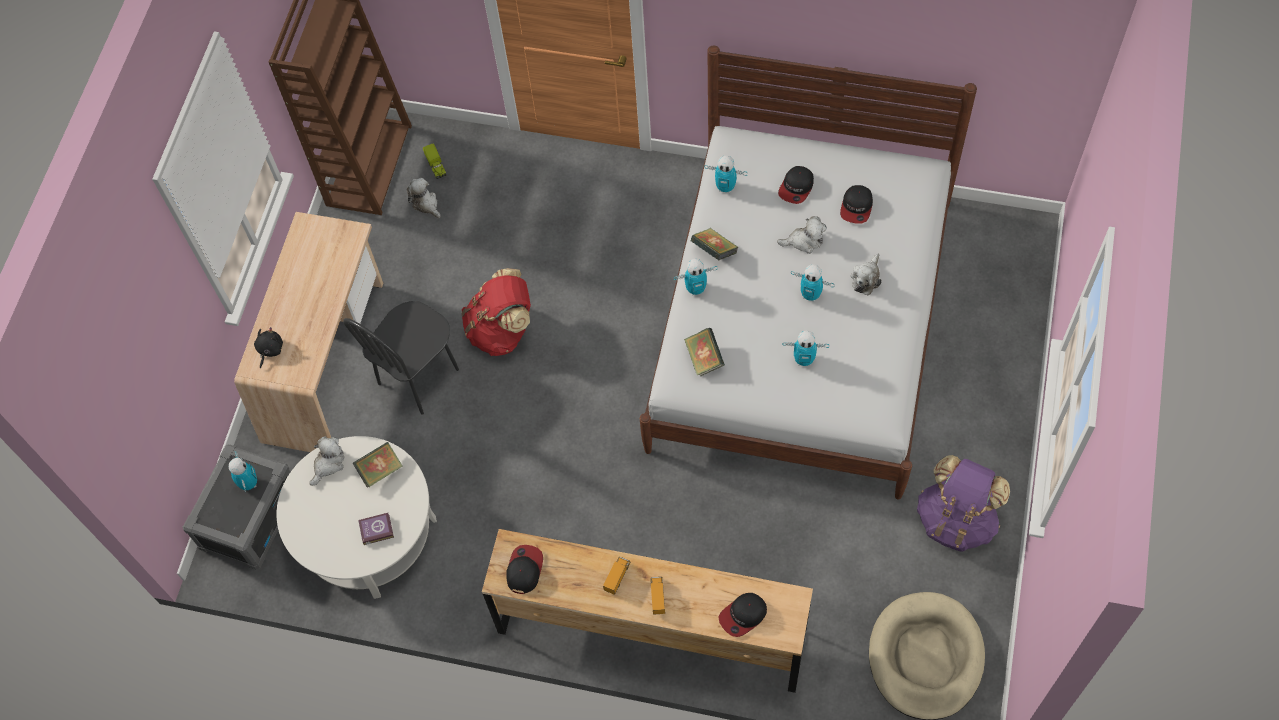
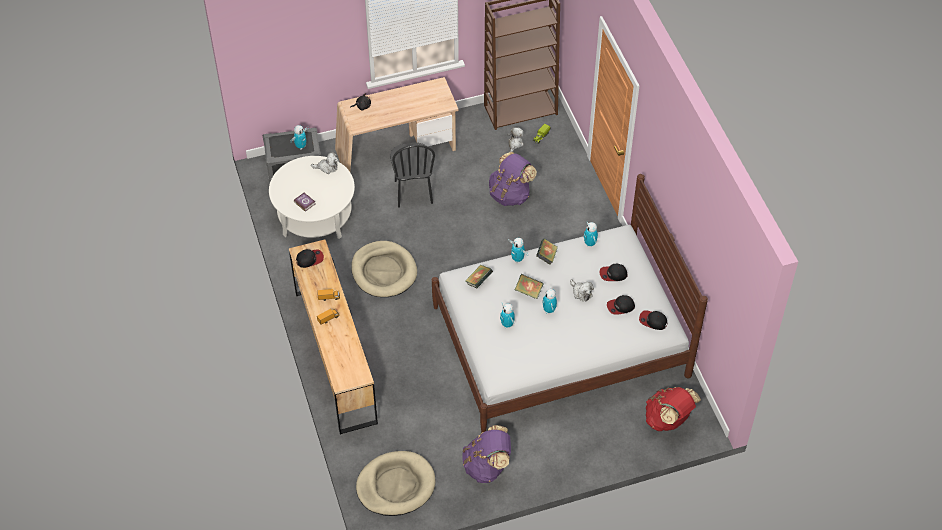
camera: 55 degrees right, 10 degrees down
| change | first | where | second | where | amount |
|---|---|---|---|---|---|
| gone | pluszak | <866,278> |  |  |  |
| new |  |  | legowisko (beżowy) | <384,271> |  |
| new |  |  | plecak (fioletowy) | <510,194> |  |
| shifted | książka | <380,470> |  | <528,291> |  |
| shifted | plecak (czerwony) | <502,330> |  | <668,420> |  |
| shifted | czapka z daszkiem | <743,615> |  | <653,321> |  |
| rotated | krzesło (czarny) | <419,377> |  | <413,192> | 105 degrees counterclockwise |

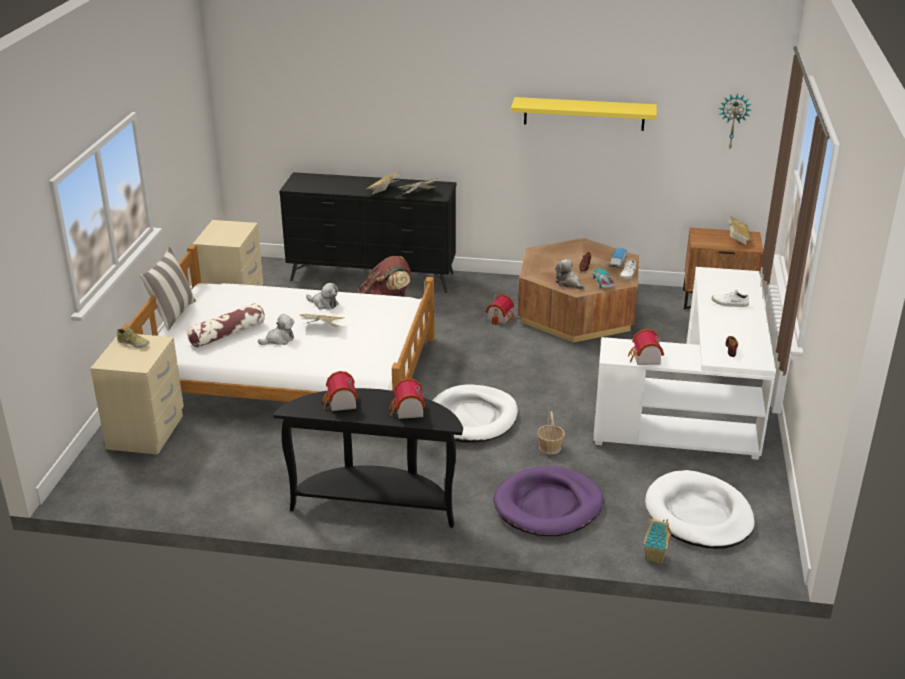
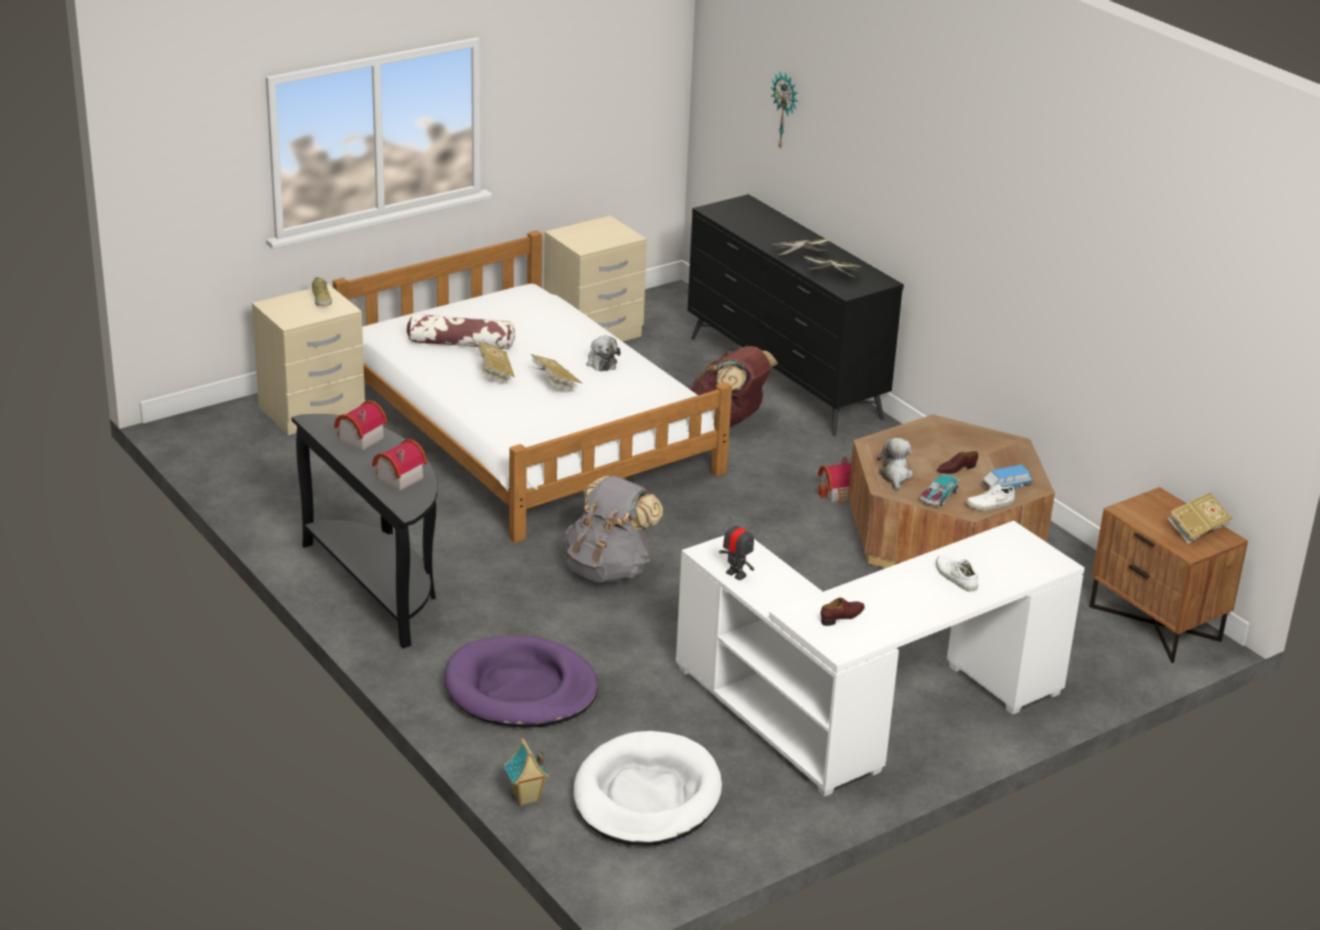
camera: 45 degrees right, 0 degrees up
| change | first | where | second | where | amount |
|---|---|---|---|---|---|
| gone | poduszka | <172,314> |  |  |  |
| gone | półka (żółty) | <584,114> |  |  |  |
| gone | koszyk | <549,447> |  |  |  |
| shifted | zegar ścienny | <733,121> |  | <785,110> |  |
| swapped | pluszak | <279,339> | książka | <494,374> |  |
| swapped | legowisko (biały) | <472,418> | plecak (szary) | <609,570> |  |
| swapped | domek | <645,359> | robot zabawkowy | <736,574> |  |

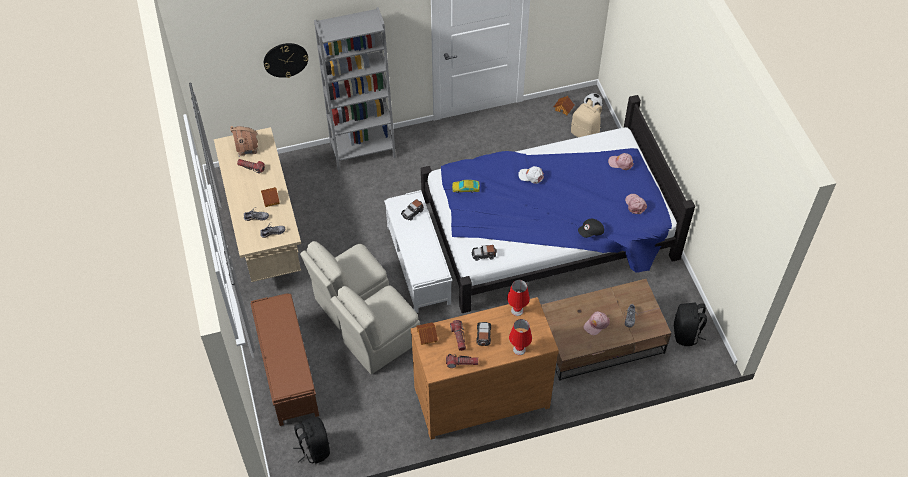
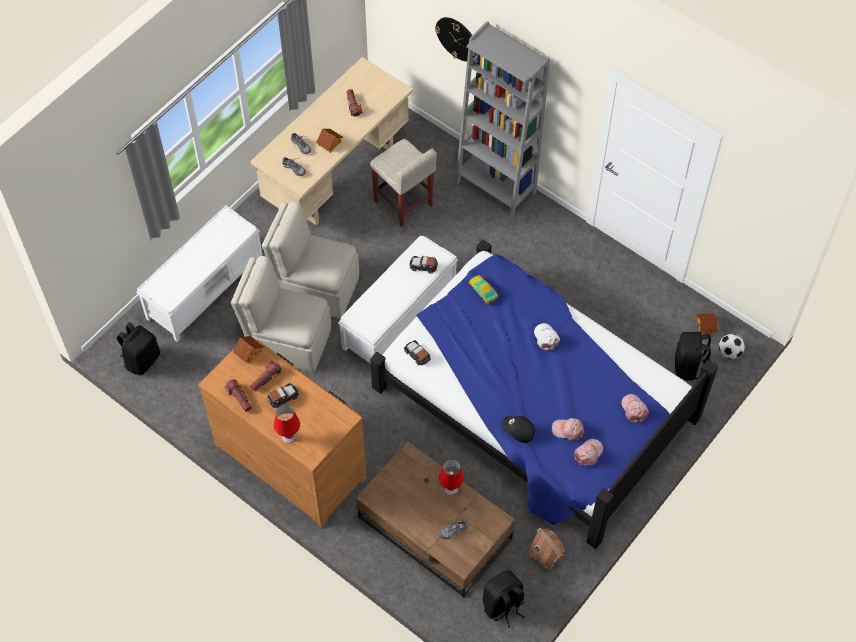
camera: 55 degrees right, 5 degrees up
| change | first | where | second | where | amount |
|---|---|---|---|---|---|
| new |  |  | stołek (beżowy) | <403,204> |  |
| shifted | domek | <247,148> |  | <546,554> |  |
| shifted | lampa stołowa (czerwony) | <517,310> |  | <451,488> |  |
| shifted | czapka z daszkiem (różowy) | <596,324> |  | <568,430> |  |
| repainted | ławka (brązowy) | <287,370> | ławka (biały) | <206,287> |  |
| repainted | plecak (beżowy) | <585,134> | plecak (czarny) | <689,366> |  |

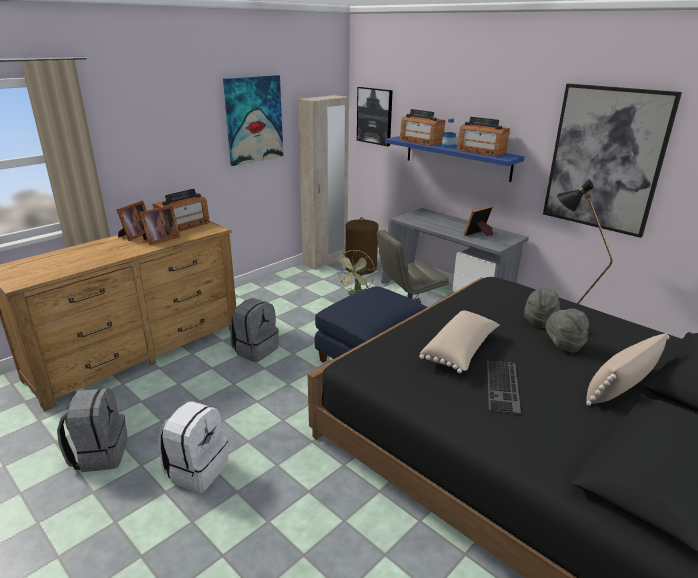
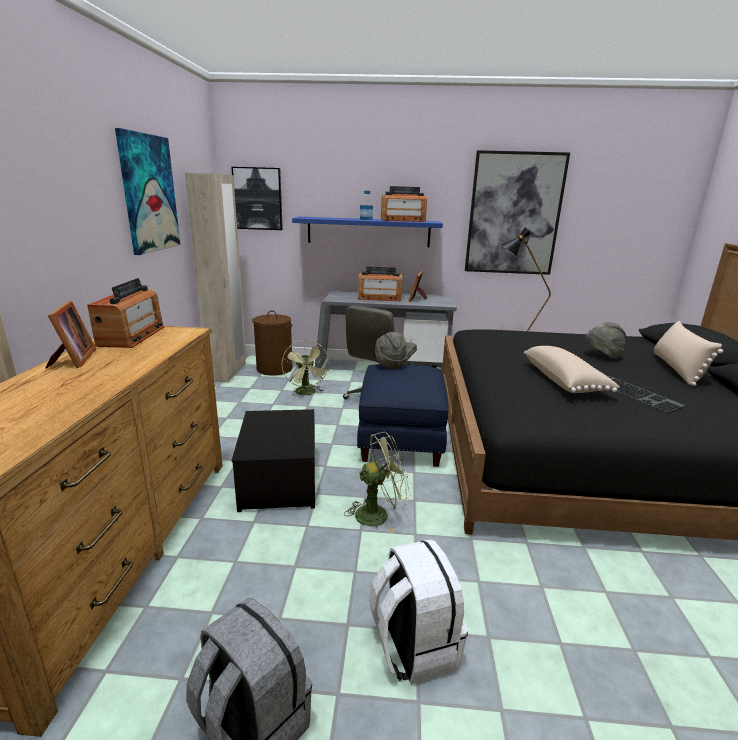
camera: 40 degrees left, 5 degrees down
| change | first | where | second | where | amount |
|---|---|---|---|---|---|
| gone | ramka na zdjęcie | <160,239> |  |  |  |
| new |  |  | wentylator (zielony) | <378,513> |  |
| shifted | radio | <420,141> |  | <379,298> |  |
| shifted | kapelusz (szary) | <539,321> |  | <389,364> |  |
| swapped | plecak (szary) | <255,349> | pojemnik do przechowywania | <278,479> |  |

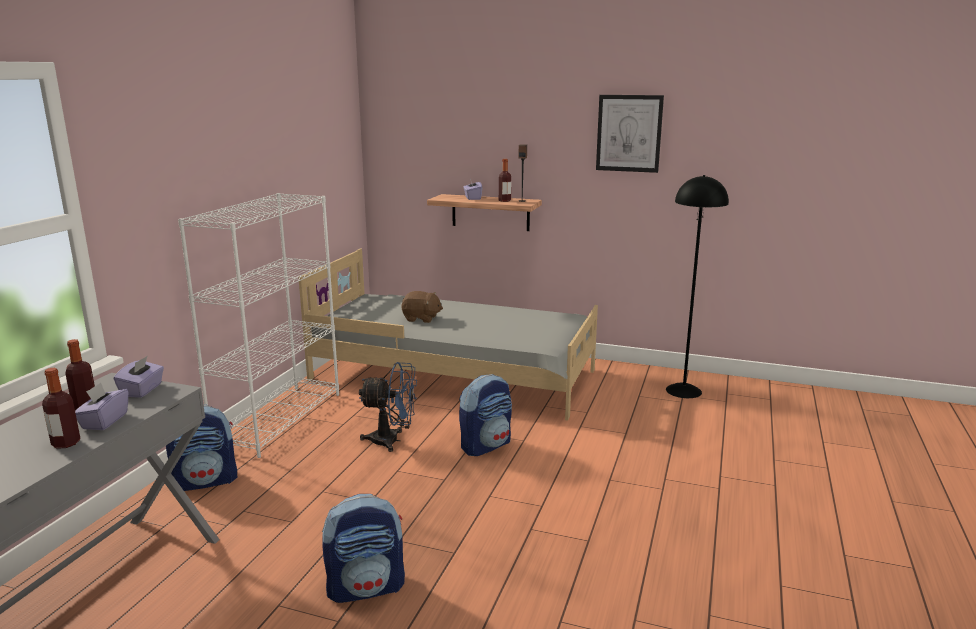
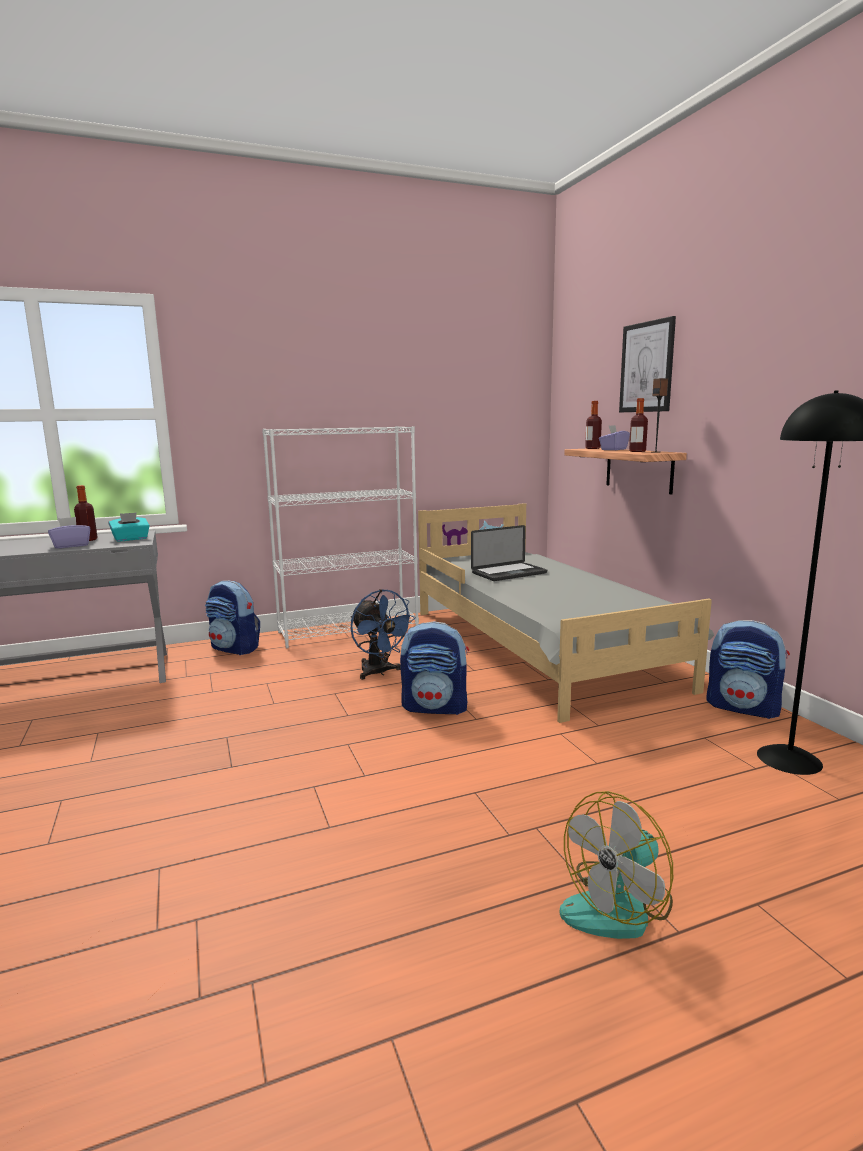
camera: 50 degrees right, 5 degrees down
| change | first | where | second | where | amount |
|---|---|---|---|---|---|
| new |  |  | wentylator | <618,907> |  |
| shifted | butelka | <66,443> |  | <592,448> |  |
| shifted | plecak | <366,587> |  | <743,708> |  |
| shifted | obraz | <629,133> |  | <647,367> |  |
| swapped | pluszak (brązowy) | <421,319> | laptop | <509,573> |  |
| repainted | pudełko chusteczek (fioletowy) | <142,390> | pudełko chusteczek (turkusowy) | <131,539> |  |

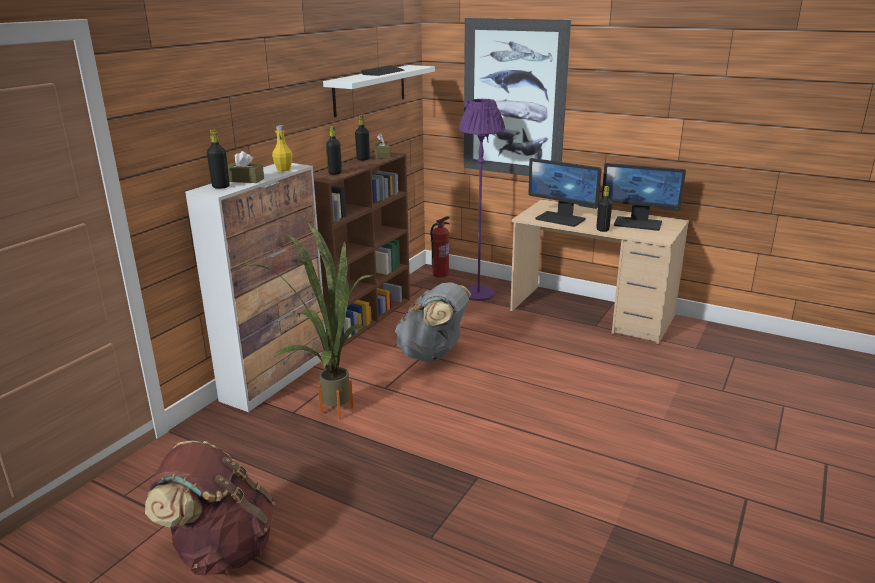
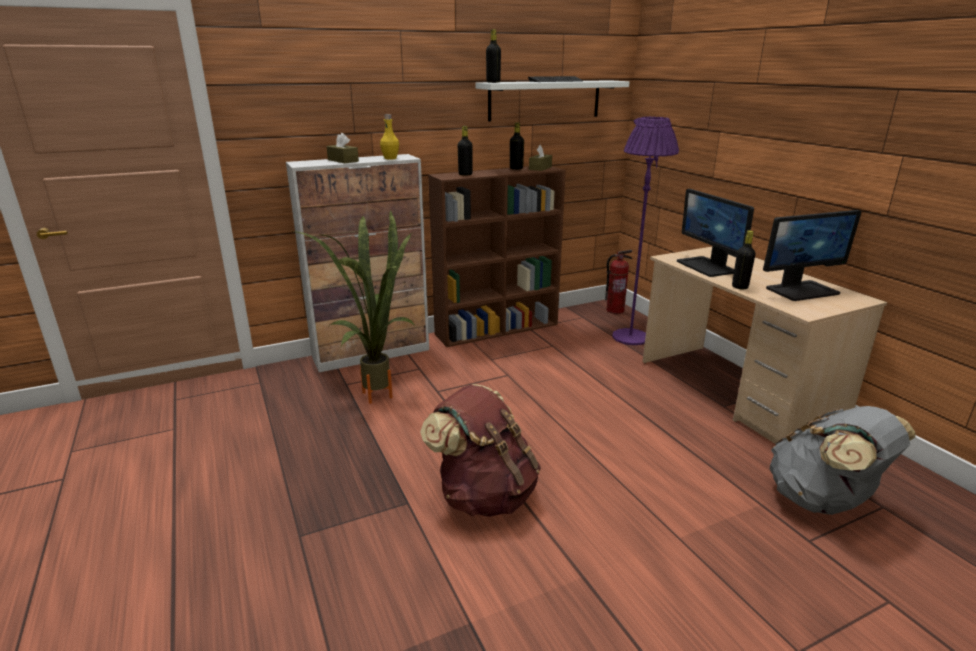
camera: 35 degrees right, 0 degrees up
| change | first | where | second | where | amount |
|---|---|---|---|---|---|
| gone | obraz | <513,99> |  |  |  |
| shifted | plecak (brązowy) | <221,549> |  | <484,495> |  |
| shifted | butelka (czarny) | <221,187> |  | <493,82> |  |
| shifted | plecak (szary) | <433,354> |  | <822,501> |  |
| rotated | monitor | <638,223> |  | <801,290> | 75 degrees counterclockwise |

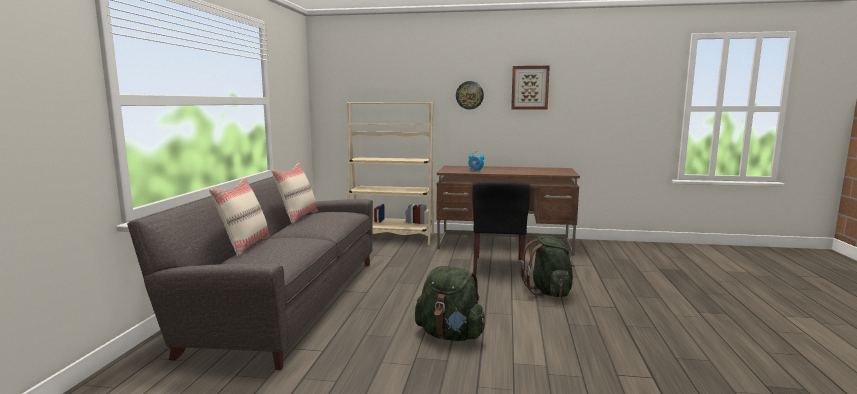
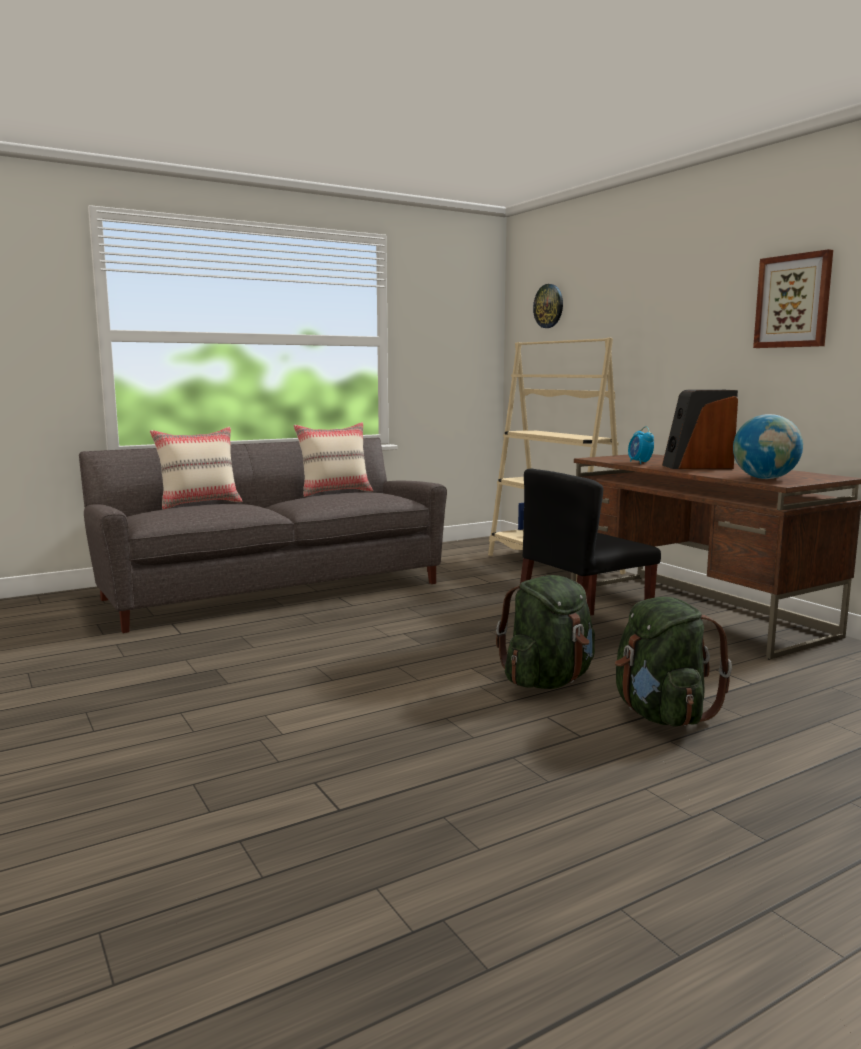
camera: 50 degrees right, 0 degrees up
| change | first | where | second | where | amount |
|---|---|---|---|---|---|
| new |  |  | głośnik | <697,467> |  |
| new |  |  | globus | <765,478> |  |
| shifted | plecak (zielony) | <450,335> |  | <661,715> |  |
| shifted | zegar ścienny | <469,95> |  | <549,306> |  |

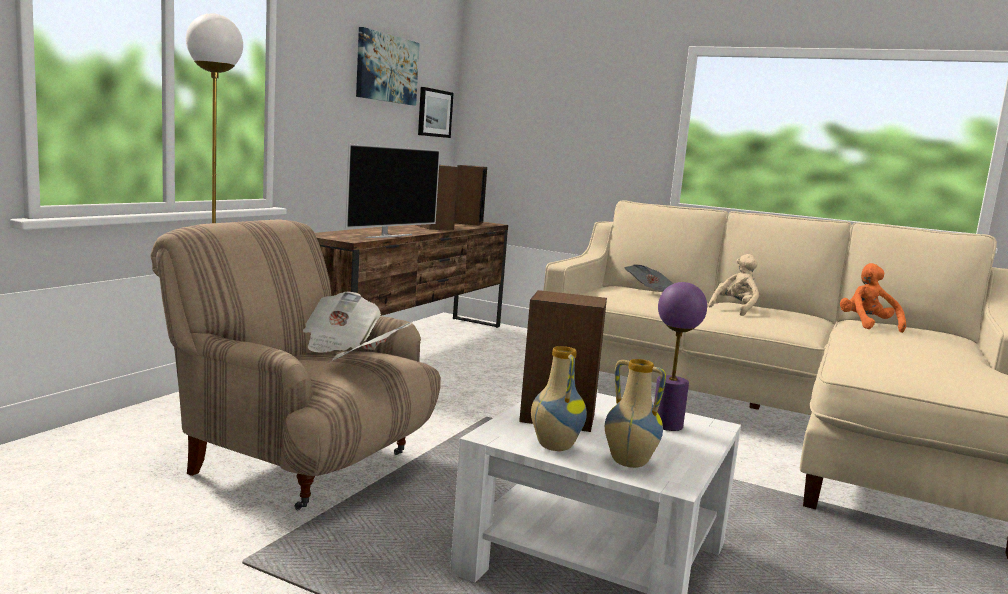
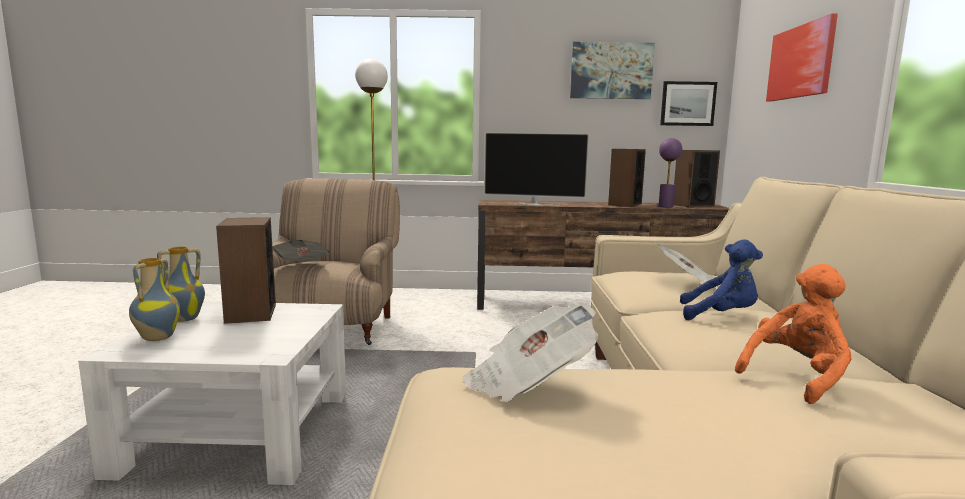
camera: 65 degrees right, 0 degrees up
| change | first | where | second | where | amount |
|---|---|---|---|---|---|
| new |  |  | obraz | <800,62> |  |
| shifted | gazeta | <337,343> |  | <528,382> |  |
| shifted | lampa stołowa (fioletowy) | <667,425> |  | <666,206> |  |
| repainted | pluszak (beżowy) | <735,309> | pluszak (niebieski) | <720,316> |  |

